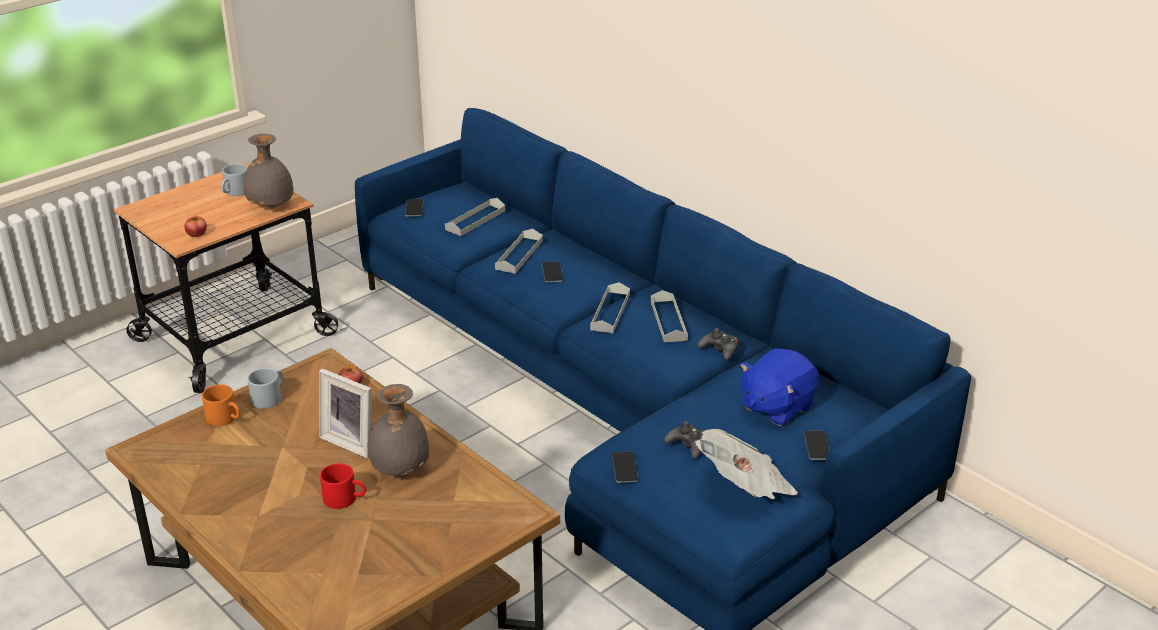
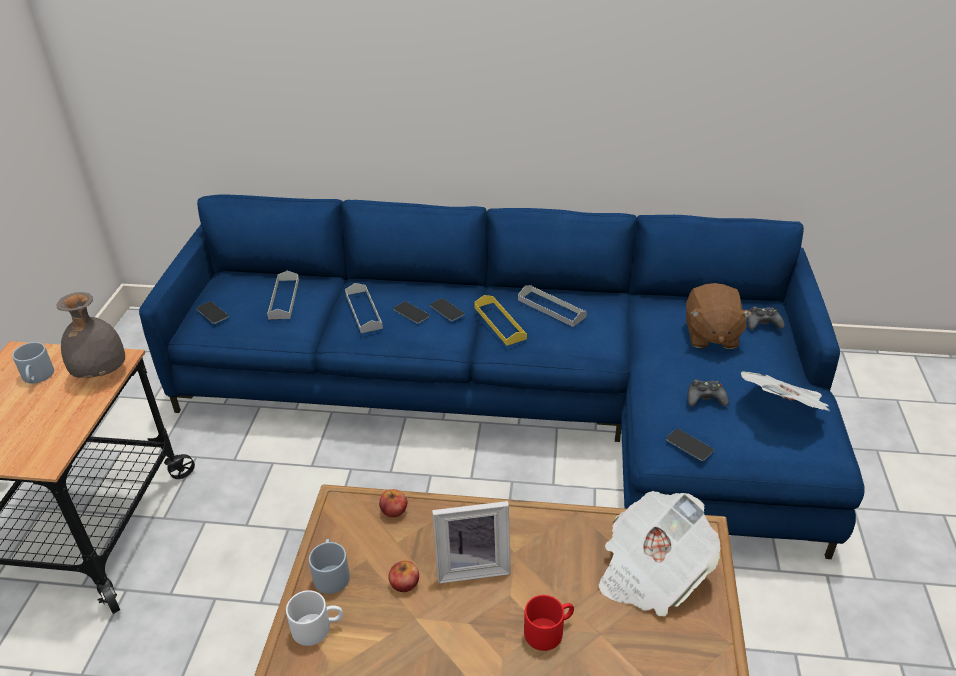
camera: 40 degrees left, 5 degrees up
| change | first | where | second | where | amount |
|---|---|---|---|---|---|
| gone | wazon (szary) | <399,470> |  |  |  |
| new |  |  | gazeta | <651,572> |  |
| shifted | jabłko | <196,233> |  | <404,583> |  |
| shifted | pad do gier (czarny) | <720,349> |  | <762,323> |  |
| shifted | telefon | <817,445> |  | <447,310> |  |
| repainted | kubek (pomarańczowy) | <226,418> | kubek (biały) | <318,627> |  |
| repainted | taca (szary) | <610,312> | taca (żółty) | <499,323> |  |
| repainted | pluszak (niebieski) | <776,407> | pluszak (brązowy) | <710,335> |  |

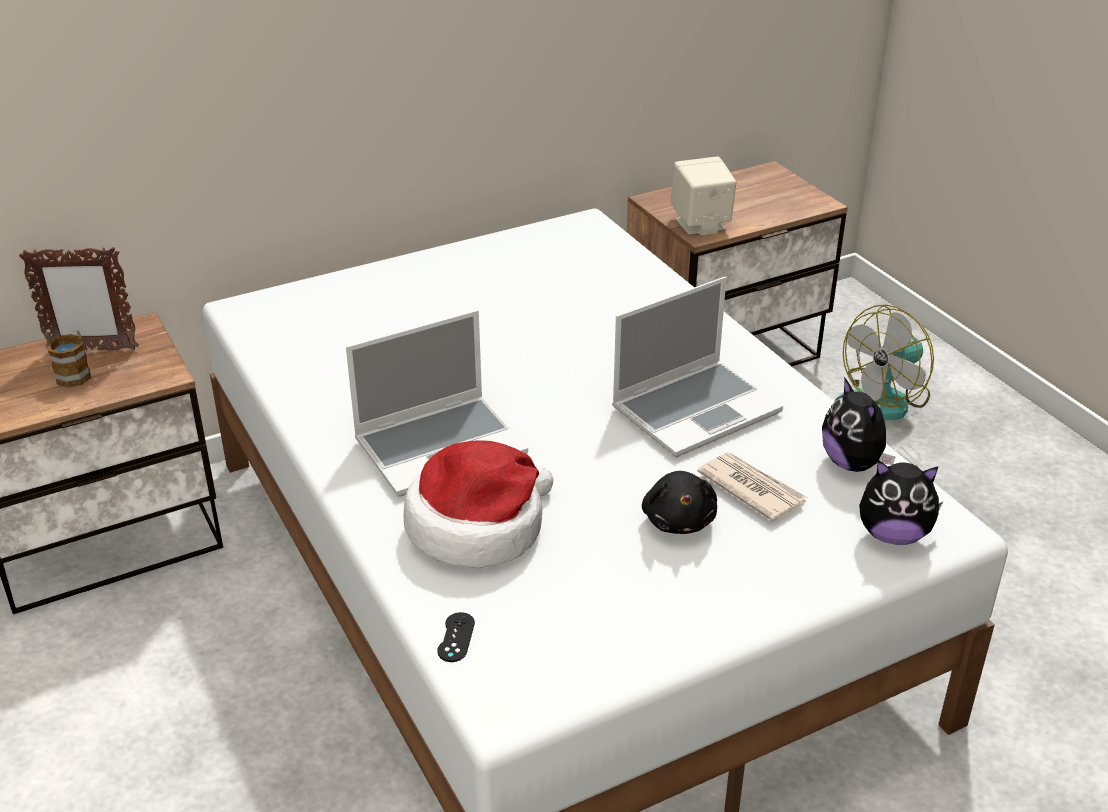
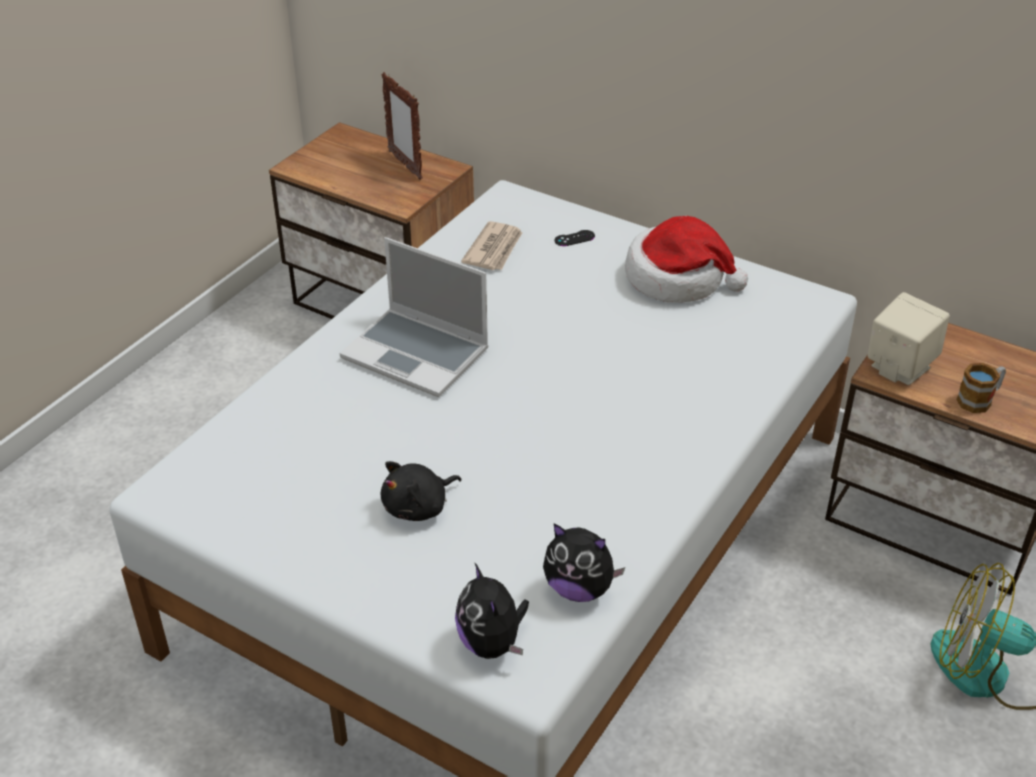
camera: 60 degrees right, 5 degrees up
| change | first | where | second | where | amount |
|---|---|---|---|---|---|
| gone | laptop | <696,409> |  |  |  |
| shifted | kubek | <76,372> |  | <979,400> |  |
| shifted | kapelusz | <478,526> |  | <677,278> |  |
| shifted | pad do gier (czarny) | <456,637> |  | <574,238> |  |
| shifted | gazeta | <751,488> |  | <494,249> |  |
| rotated | pluszak | <853,463> |  | <579,588> | 105 degrees counterclockwise |

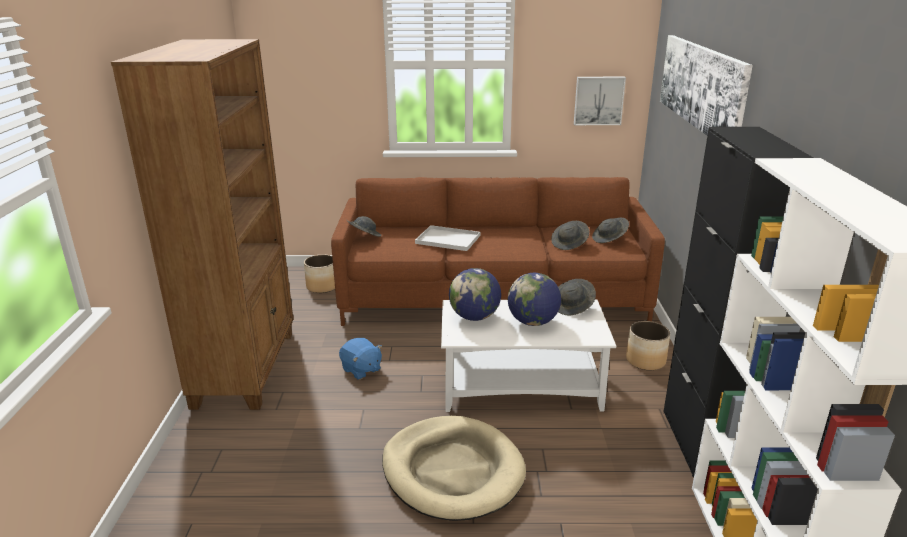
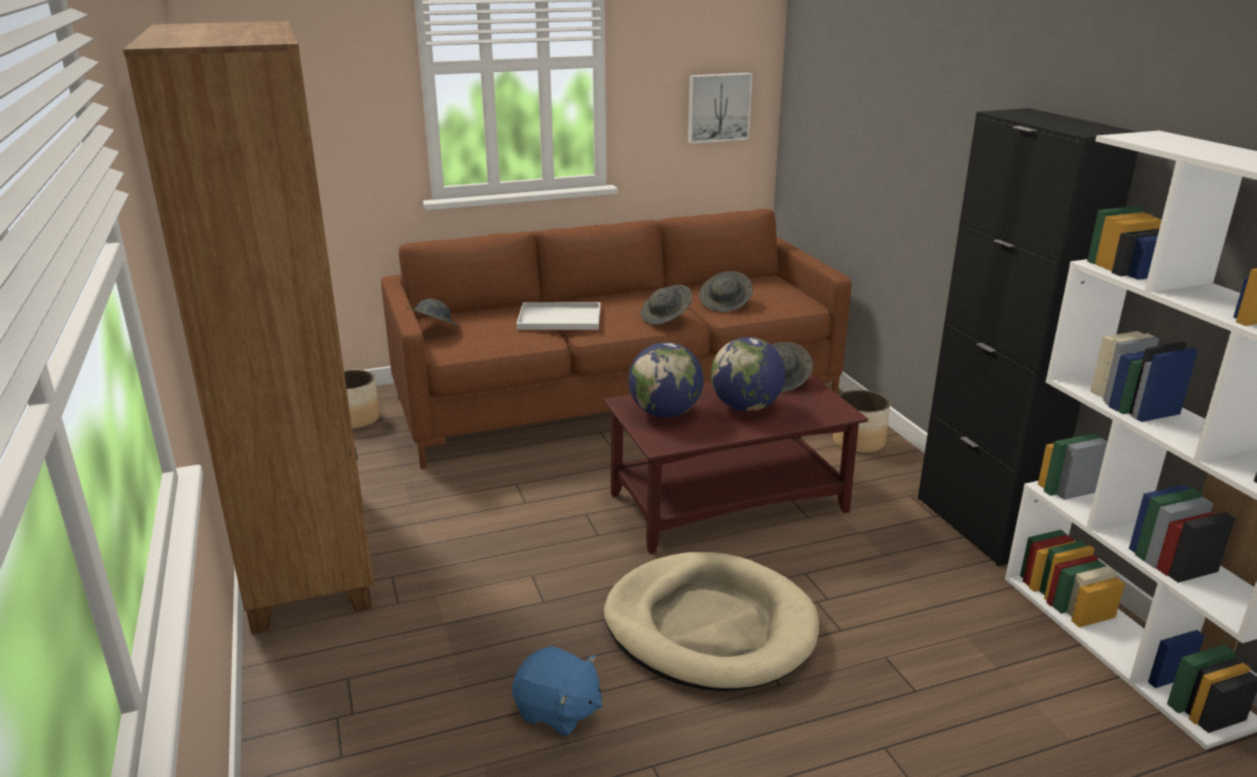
camera: 20 degrees left, 0 degrees up
| change | first | where | second | where | amount |
|---|---|---|---|---|---|
| gone | obraz | <701,86> |  |  |  |
| shifted | pluszak (niebieski) | <361,370> |  | <558,711> |  |
| shifted | kapelusz (szary) | <609,239> |  | <666,317> |  |
| repainted | ława (biały) | <522,386> | ława (brązowy) | <729,502> |  |

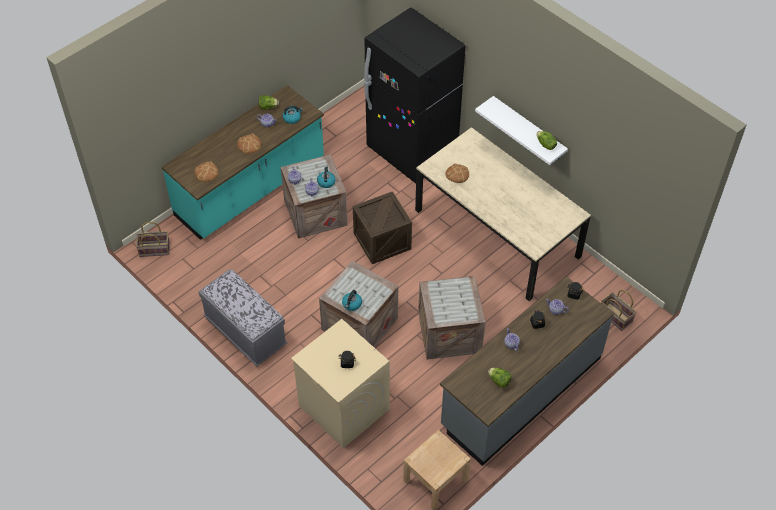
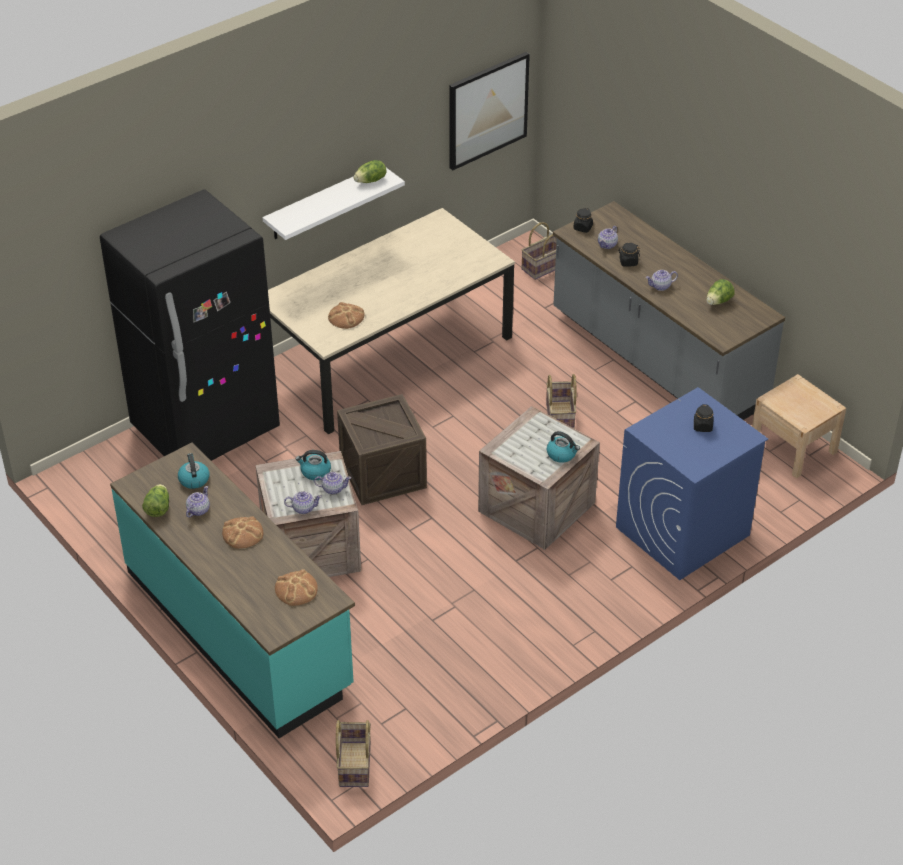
camera: 85 degrees left, 10 degrees down
| change | first | where | second | where | amount |
|---|---|---|---|---|---|
| gone | ławka (szary) | <245,332> |  |  |  |
| new |  |  | obraz | <487,110> |  |
| swapped | skrzynka | <449,333> | koszyk | <560,417> |  |
| repainted | pralka (beżowy) | <343,407> | pralka (niebieski) | <682,531> |  |

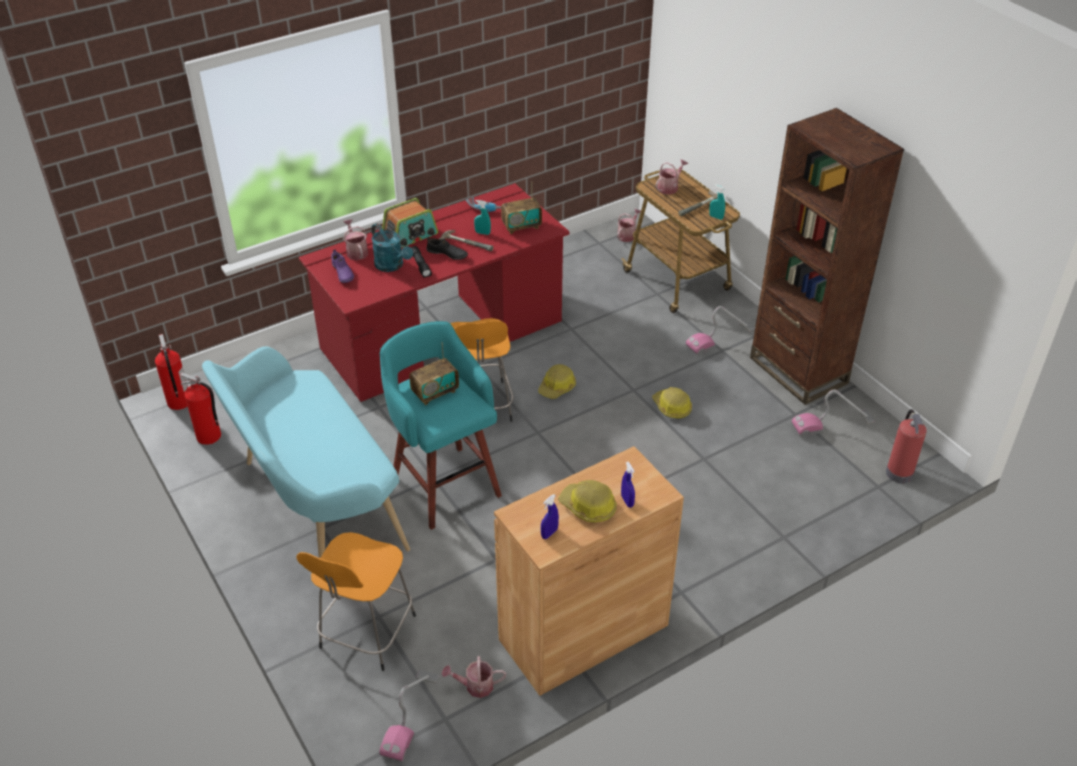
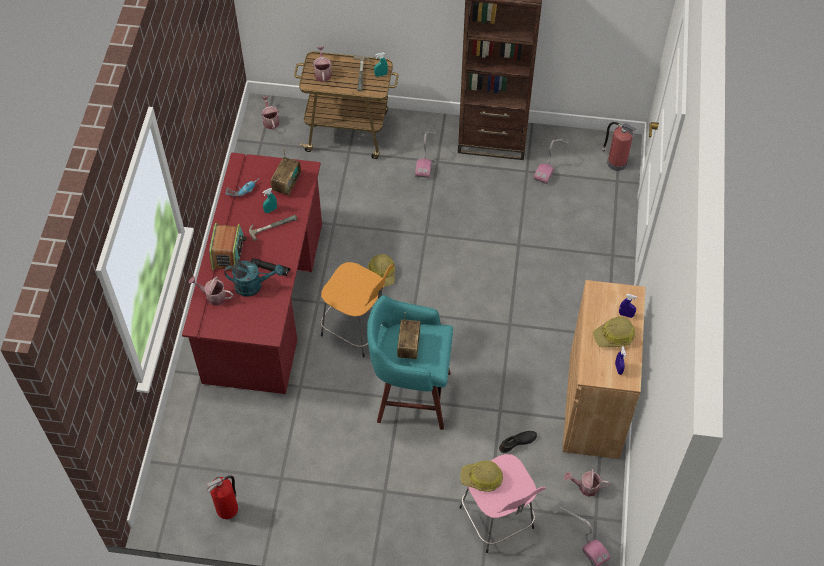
camera: 50 degrees left, 15 degrees up
| change | first | where | second | where | amount |
|---|---|---|---|---|---|
| gone | gaśnica | <179,402> |  |  |  |
| gone | ławka (turkusowy) | <315,506> |  |  |  |
| gone | but (fioletowy) | <342,273> |  |  |  |
| shifted | but (czarny) | <447,254> |  | <517,443> |  |
| shifted | kask | <672,407> |  | <482,478> |  |
| repainted | stołek (pomarańczowy) | <366,634> | stołek (różowy) | <498,520> |  |
| rotated | konewka | <475,686> |  | <585,487> | 60 degrees clockwise |

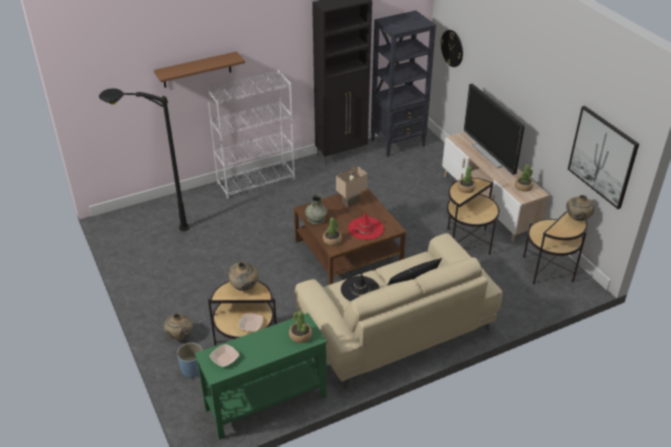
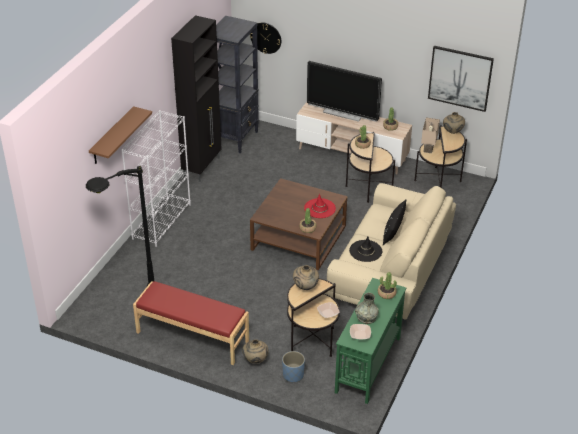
camera: 40 degrees left, 0 degrees up
| change | first | where | second | where | amount |
|---|---|---|---|---|---|
| new |  |  | ławka (czerwony) | <192,337> |  |
| shifted | wazon (szary) | <316,219> |  | <366,317> |  |
| shifted | lampa stołowa (beżowy) | <351,201> |  | <427,148> |  |

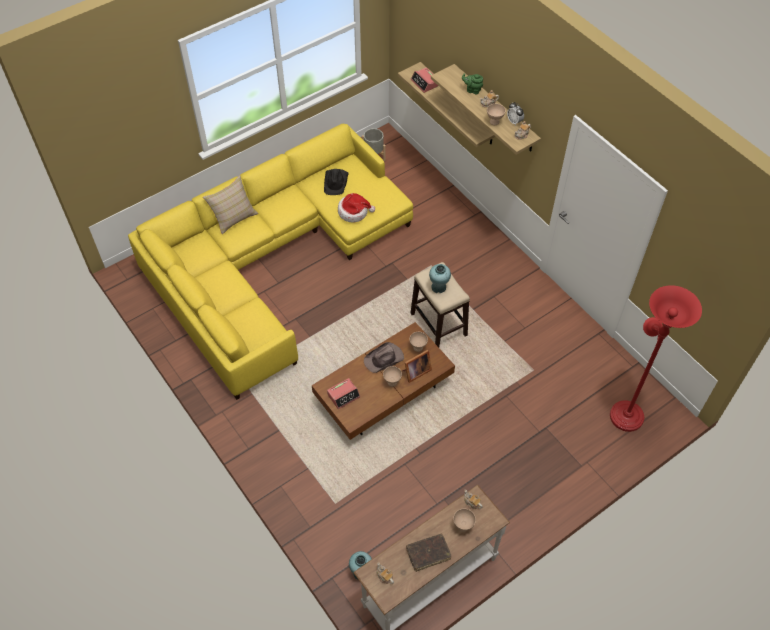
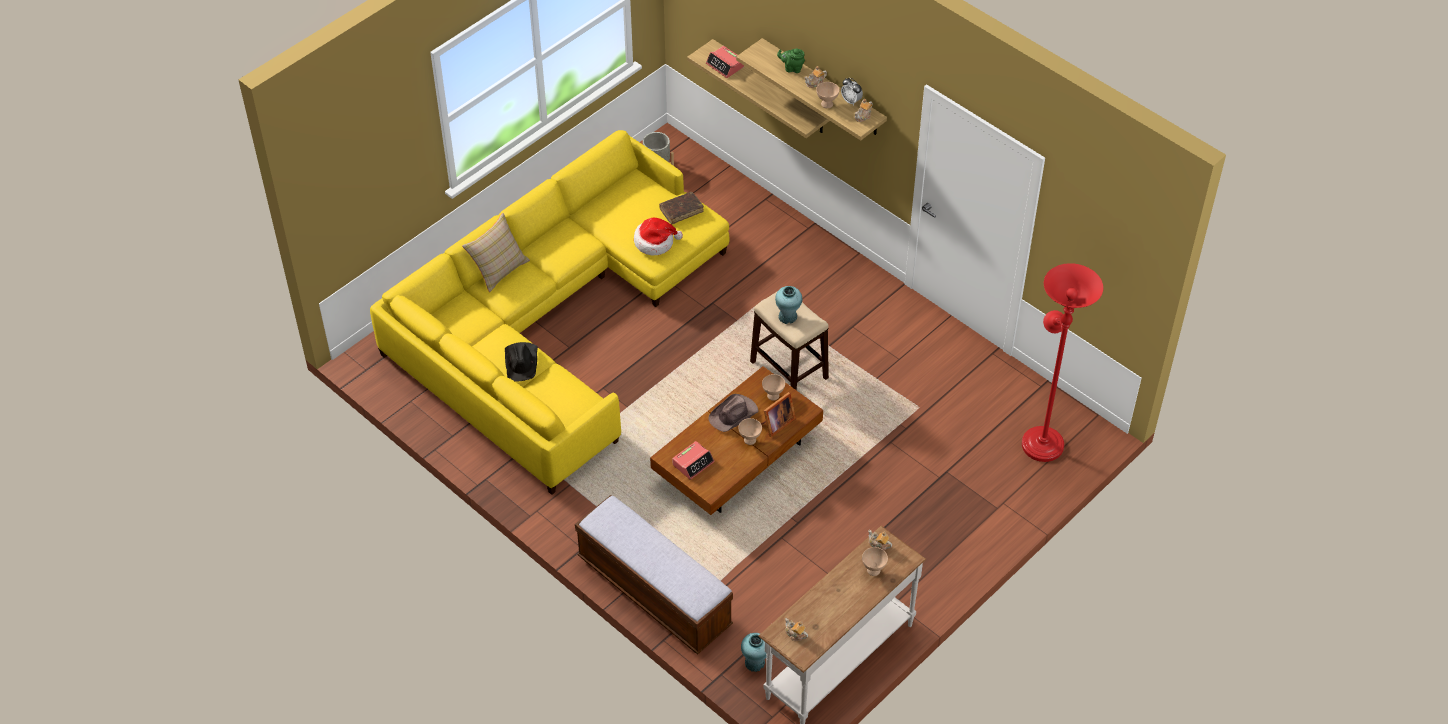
camera: 10 degrees left, 5 degrees down
| change | first | where | second | where | amount |
|---|---|---|---|---|---|
| new |  |  | ławka | <654,592> |  |
| shifted | kapelusz (czarny) | <336,182> |  | <522,362> |  |
| shifted | książka (brązowy) | <428,553> |  | <681,210> |  |

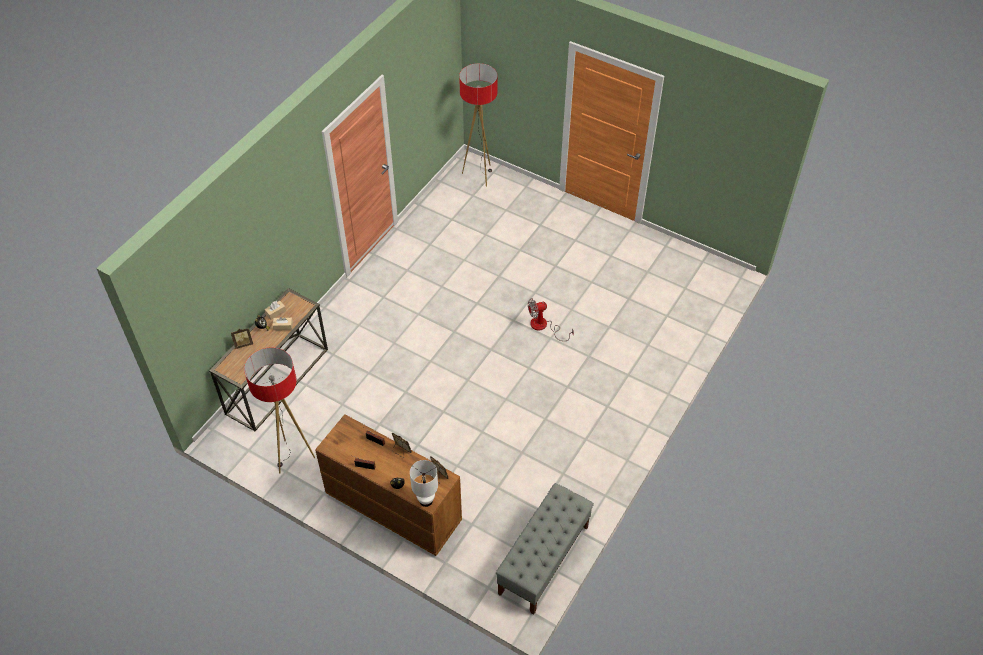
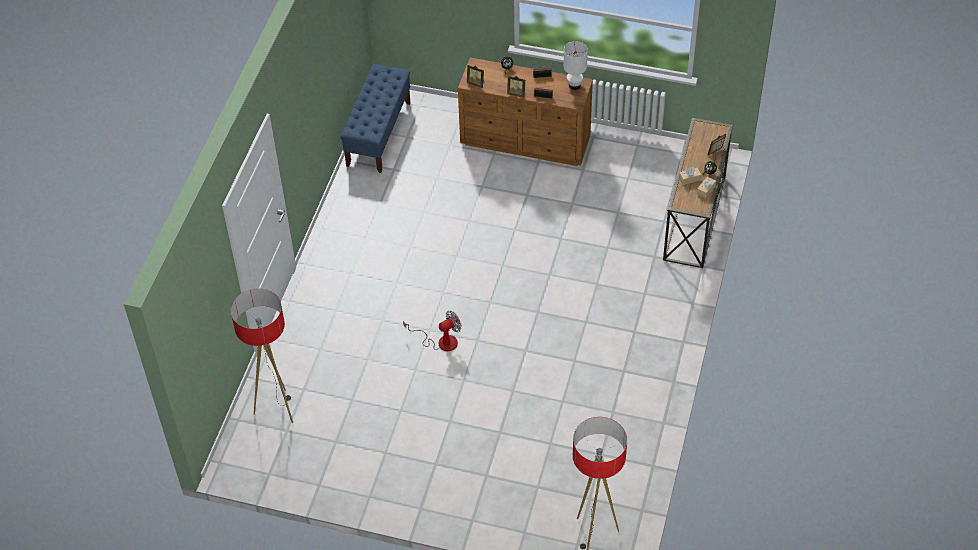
camera: 165 degrees right, 0 degrees up
| change | first | where | second | where | amount |
|---|---|---|---|---|---|
| shifted | lampa stojąca | <292,457> |  | <277,408> |  |
| shifted | lampa stołowa (biały) | <426,500> |  | <574,85> |  |
| repainted | ławka (szary) | <543,560> | ławka (niebieski) | <378,133> |  |

